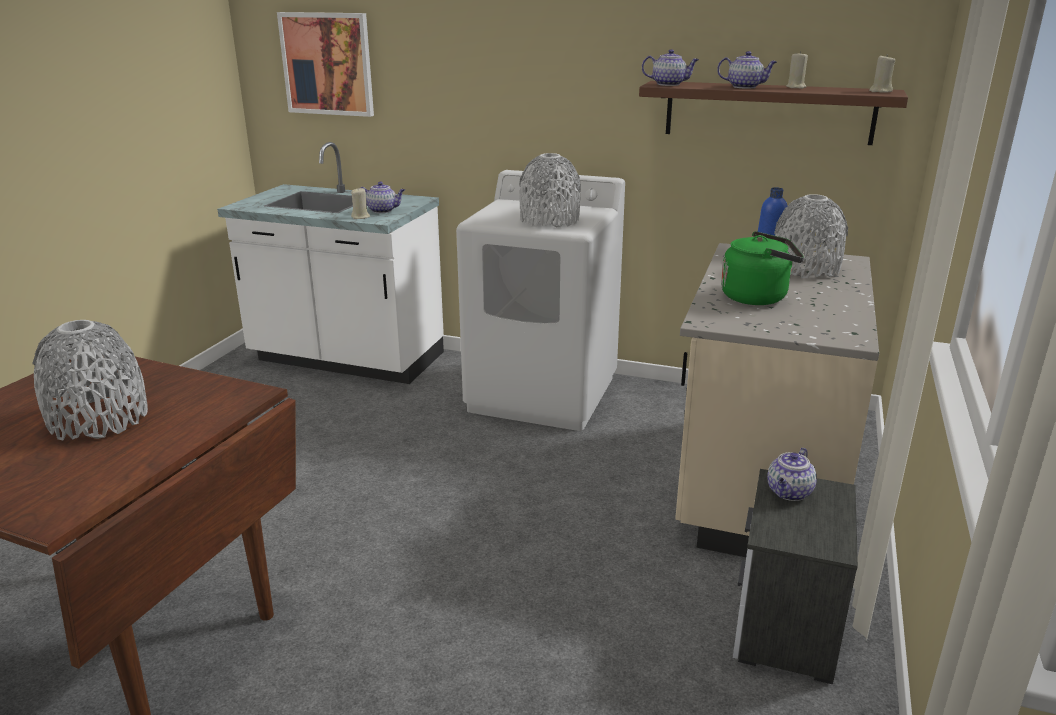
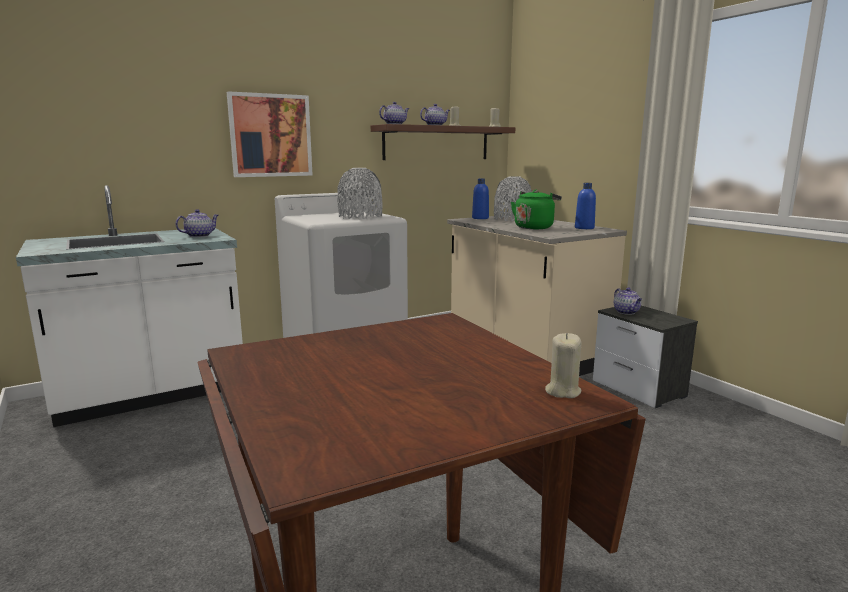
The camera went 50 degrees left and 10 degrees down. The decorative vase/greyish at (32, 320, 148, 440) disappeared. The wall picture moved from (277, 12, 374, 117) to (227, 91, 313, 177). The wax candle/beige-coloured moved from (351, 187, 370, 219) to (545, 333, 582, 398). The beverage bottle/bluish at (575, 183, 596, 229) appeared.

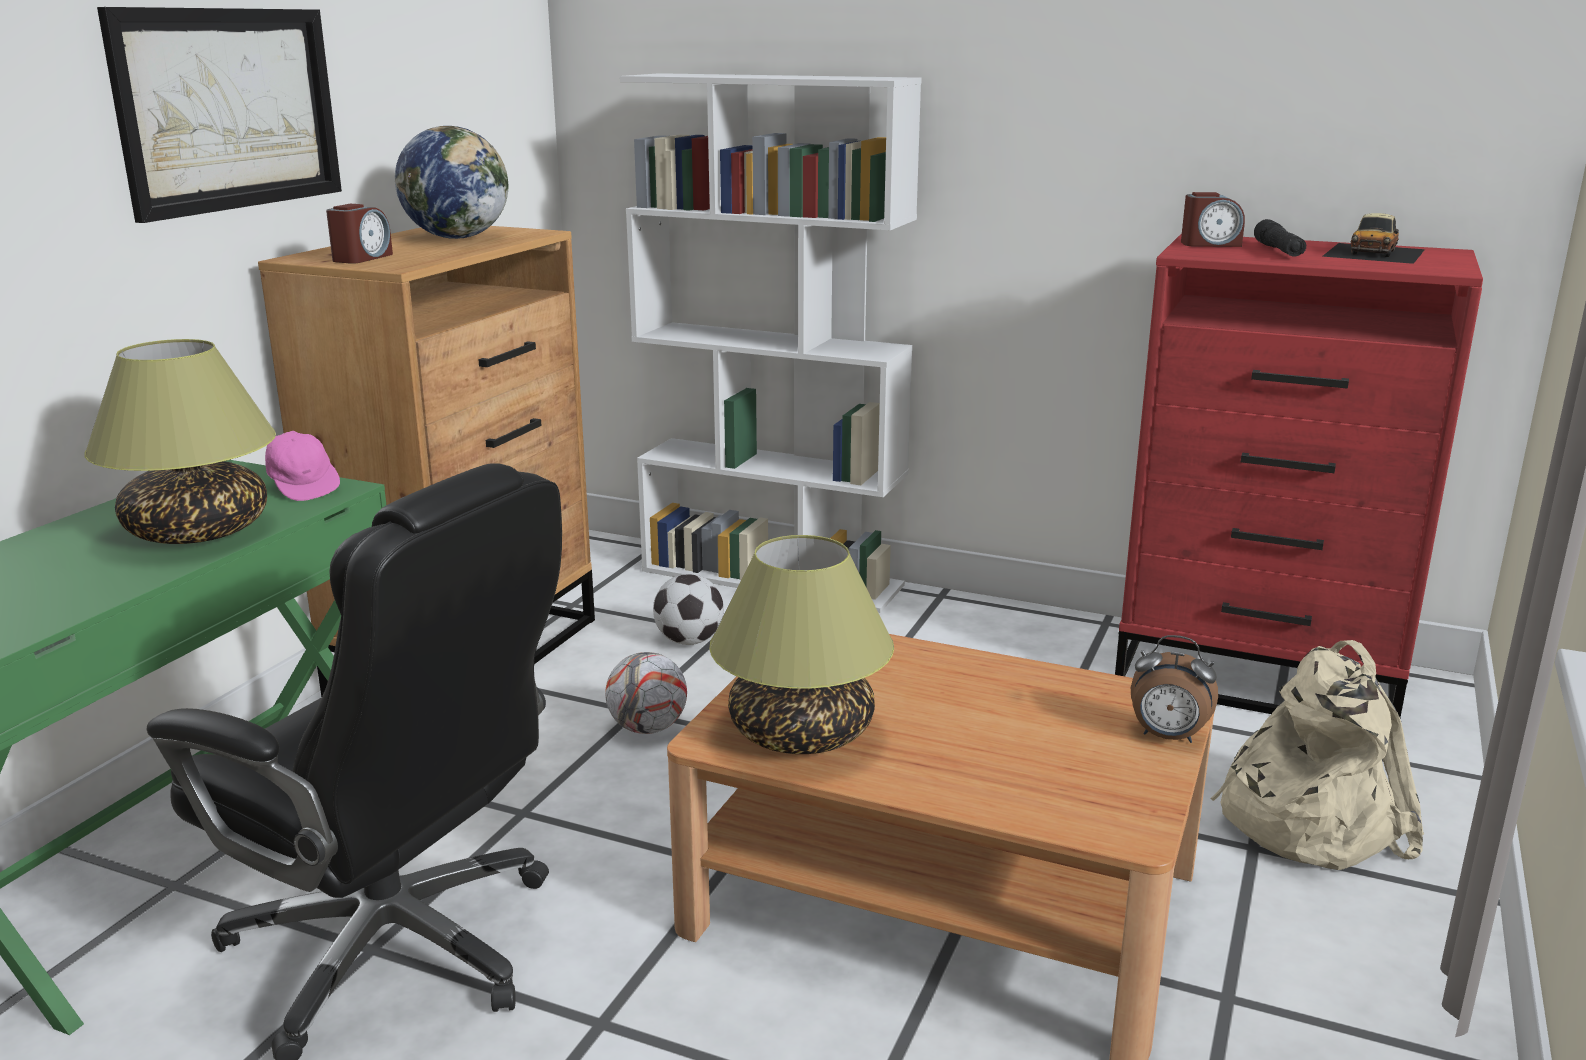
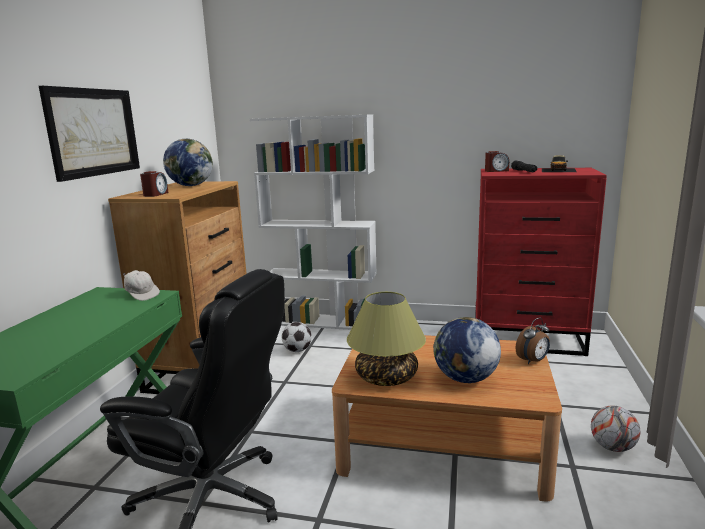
The camera went 10 degrees left and 5 degrees down. The table lamp at (85, 339, 276, 544) disappeared. The baseball cap/pink-coloured at (265, 431, 340, 501) became the baseball cap/white at (123, 270, 160, 301). The ball for football moved from (605, 652, 687, 734) to (591, 405, 640, 452). The table clock at (1131, 635, 1218, 743) turned 45 degrees counterclockwise. The backpack/beige-coloured at (1210, 640, 1424, 870) disappeared. The globe at (433, 317, 501, 383) appeared.

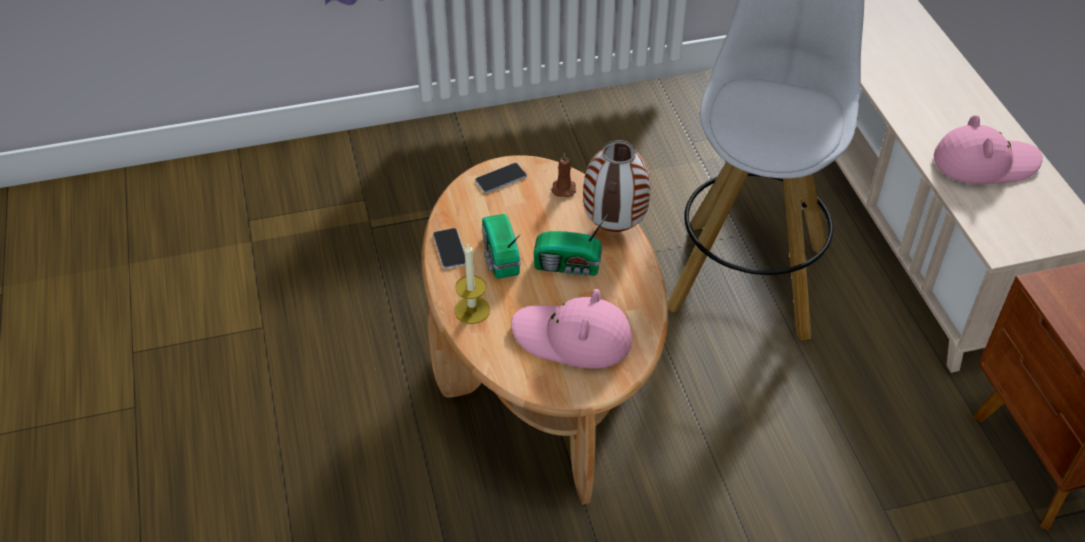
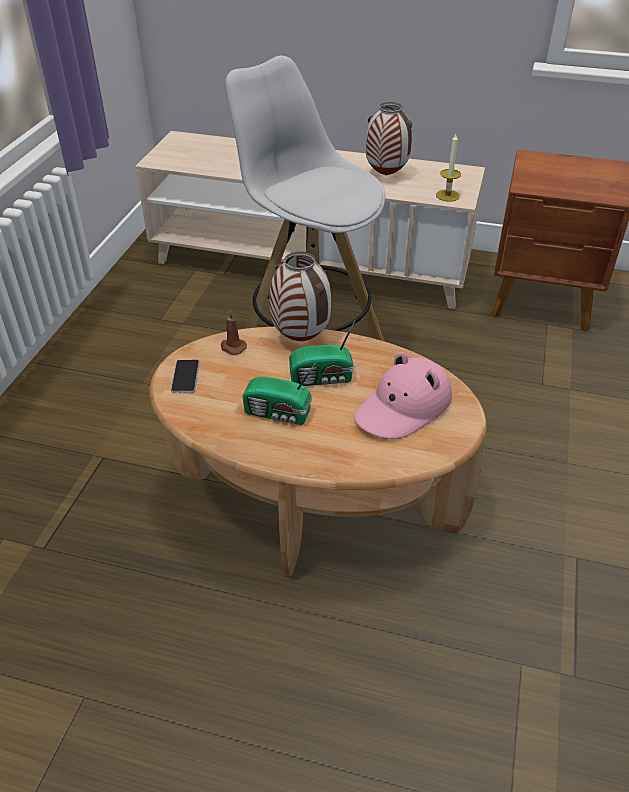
The camera went 60 degrees left and 5 degrees down. The phone at (433, 228, 465, 269) disappeared. The wax candle moved from (454, 244, 490, 324) to (436, 134, 461, 202). The radio set at (534, 214, 608, 276) turned 45 degrees clockwise. The wearable hat/pink-coloured at (934, 115, 1043, 184) was replaced by the decorative vase at (365, 102, 412, 175).

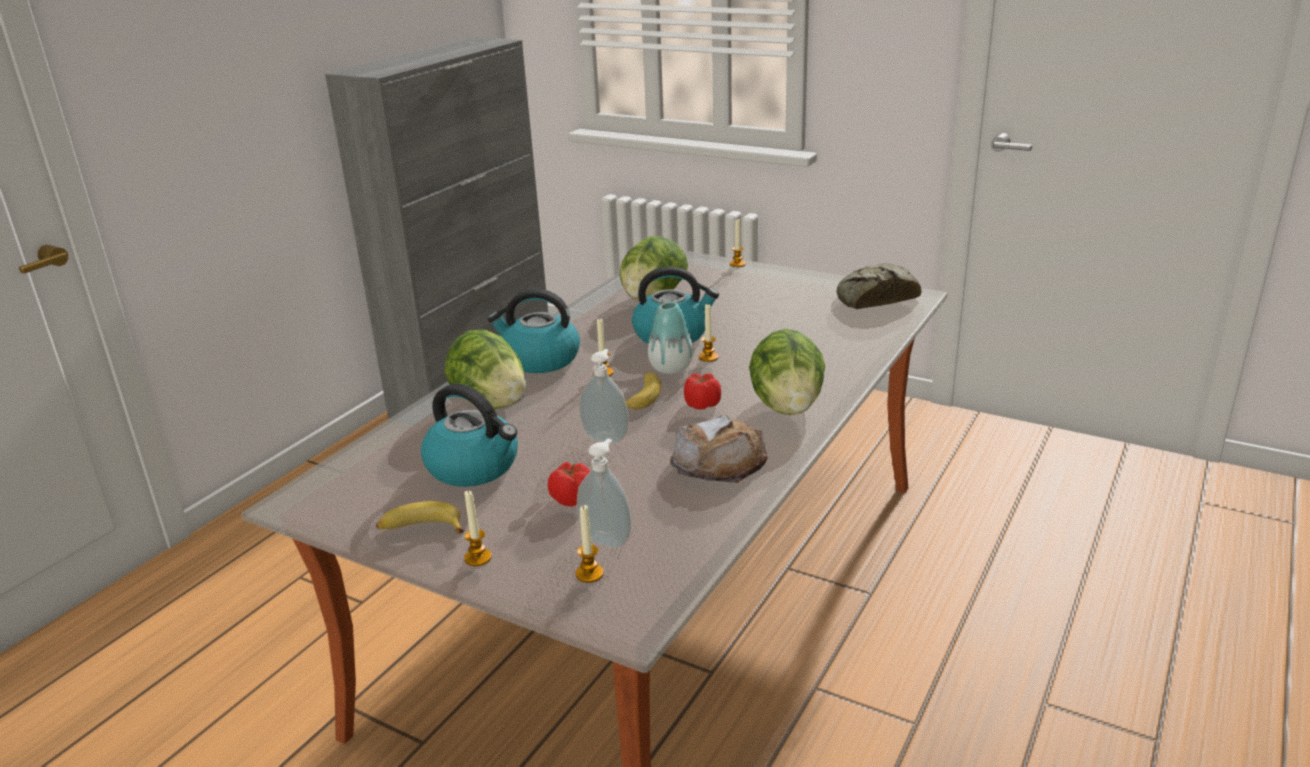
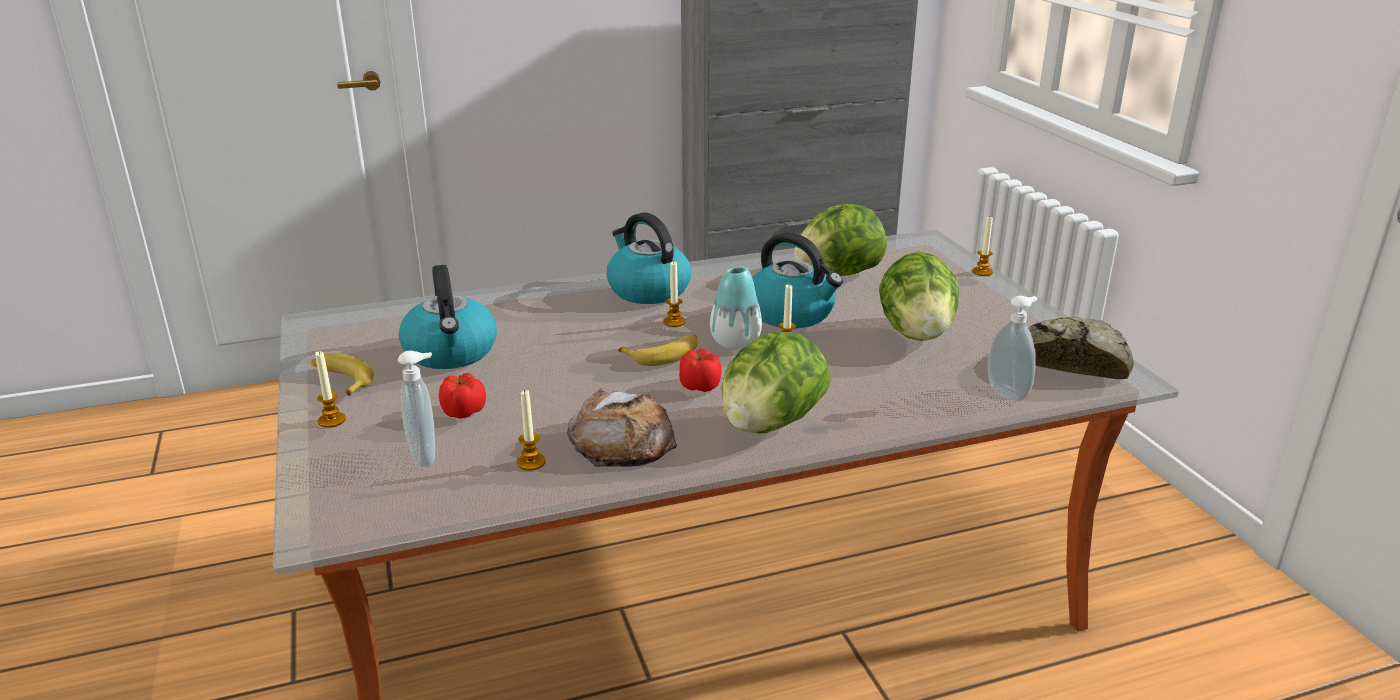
The camera went 40 degrees right and 0 degrees up. The lettuce head moved from (445, 329, 526, 409) to (879, 252, 959, 341). The wax candle moved from (576, 505, 604, 583) to (517, 389, 545, 470). The liquid soap bottle moved from (579, 349, 629, 443) to (988, 296, 1038, 402).

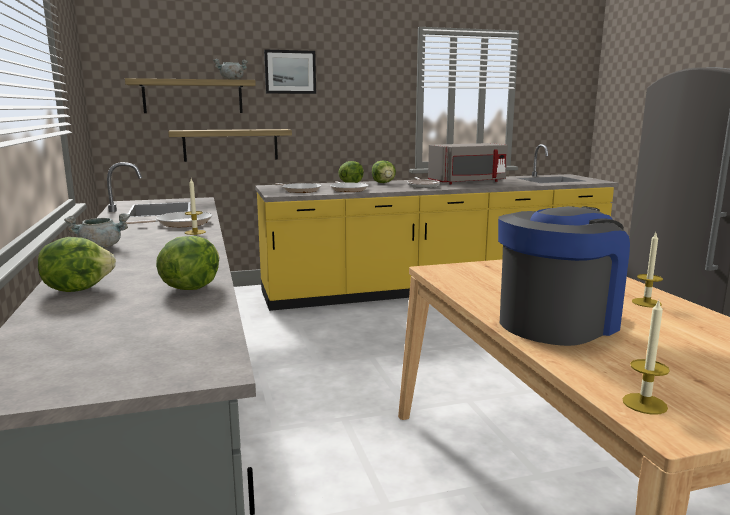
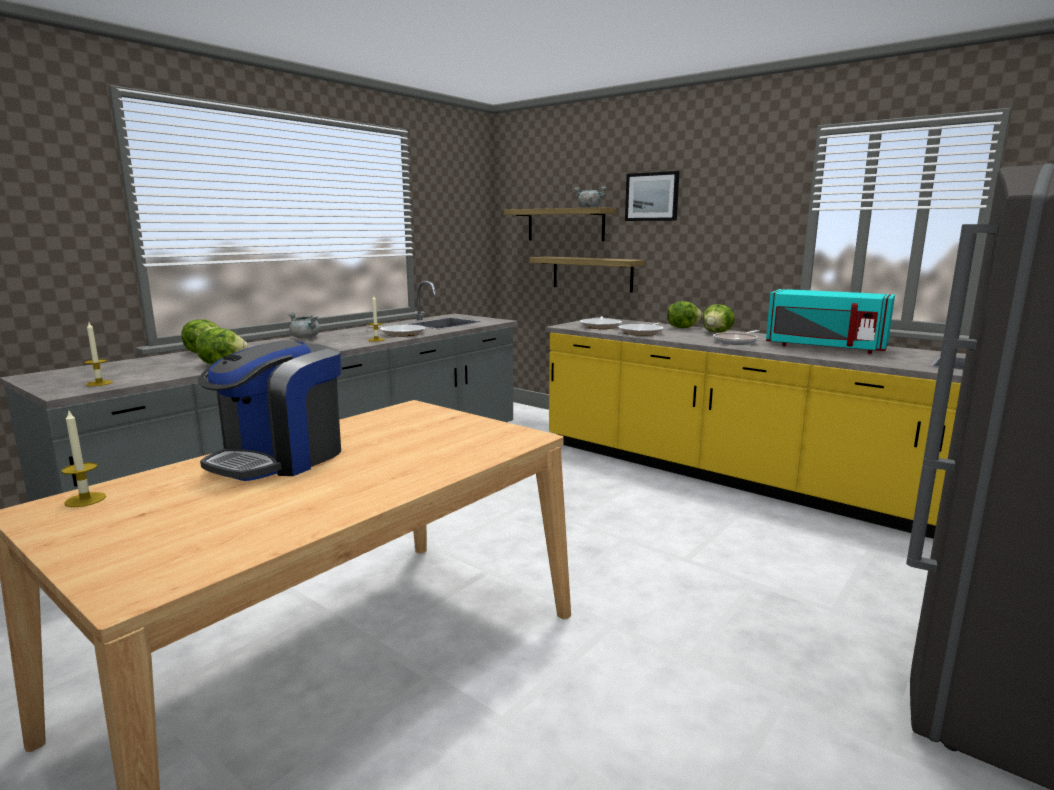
The camera went 55 degrees right and 0 degrees up. The microwave/greyish at (428, 143, 508, 185) became the microwave/turquoise at (766, 289, 895, 354). The coffee machine at (498, 206, 630, 346) turned 105 degrees clockwise. The wax candle moved from (632, 233, 663, 307) to (84, 323, 113, 386).

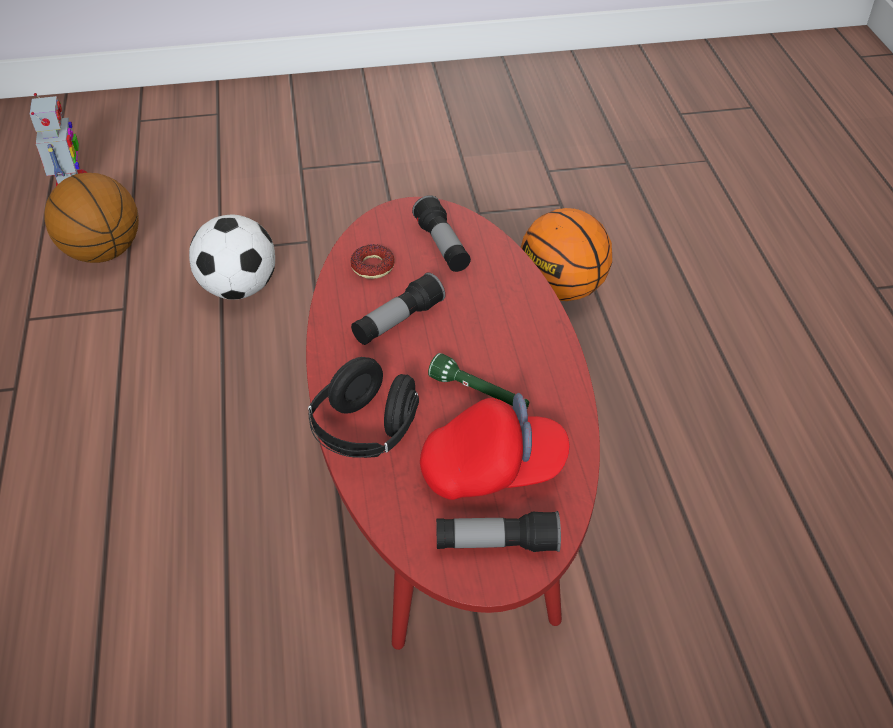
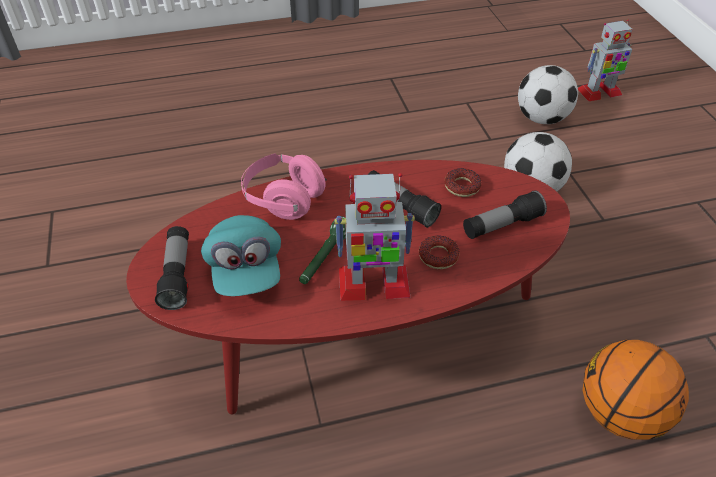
The camera went 85 degrees right and 0 degrees up. The basketball ball at (44, 173, 139, 263) was replaced by the ball for football at (518, 65, 578, 124). The headphones/blackish at (308, 357, 419, 458) became the headphones/pink-coloured at (241, 153, 327, 220). The baseball cap/red at (420, 393, 570, 500) became the baseball cap/turquoise at (201, 215, 281, 296). The toy robot at (334, 173, 415, 301) appeared. The donut at (419, 235, 460, 269) appeared.

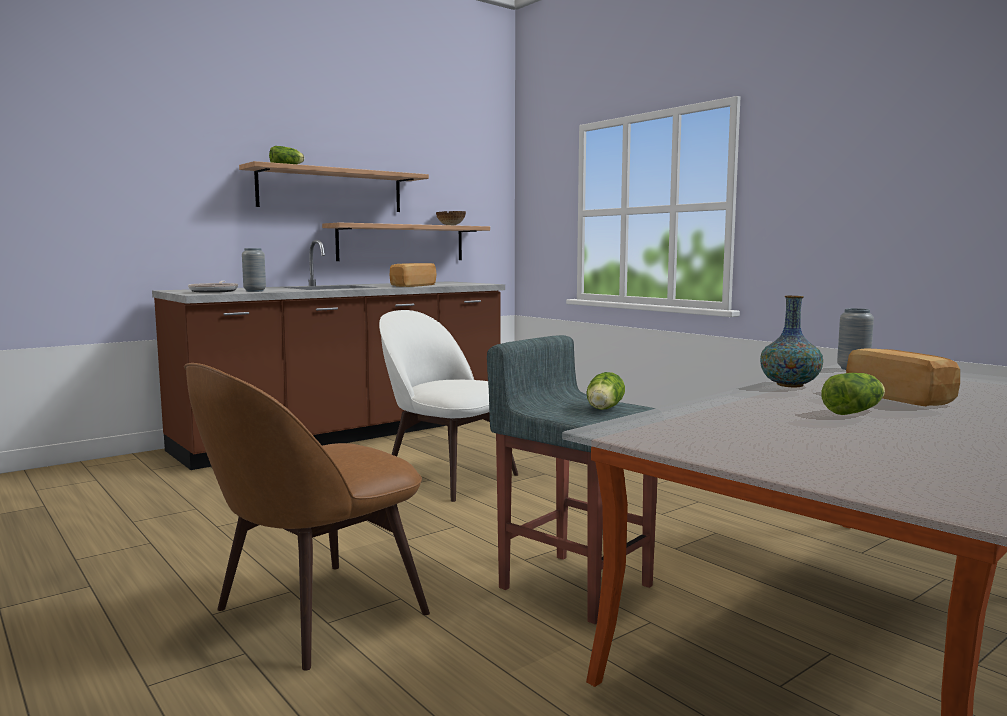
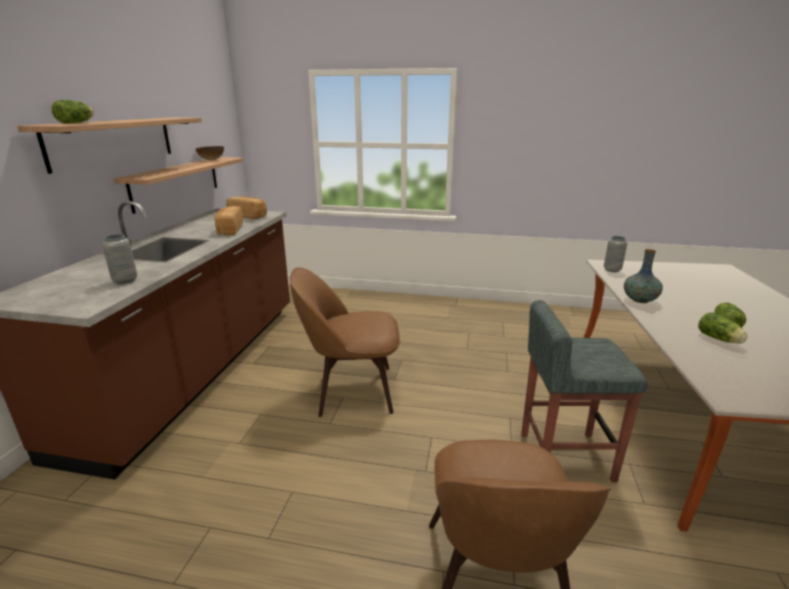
The camera went 40 degrees left and 15 degrees up. The skillet at (188, 281, 238, 293) disappeared. The upright chair/white at (379, 310, 518, 502) became the upright chair/brown-coloured at (290, 267, 400, 417). The lettuce head moved from (586, 372, 625, 410) to (698, 312, 747, 344). The bread moved from (846, 348, 960, 406) to (226, 196, 267, 219).

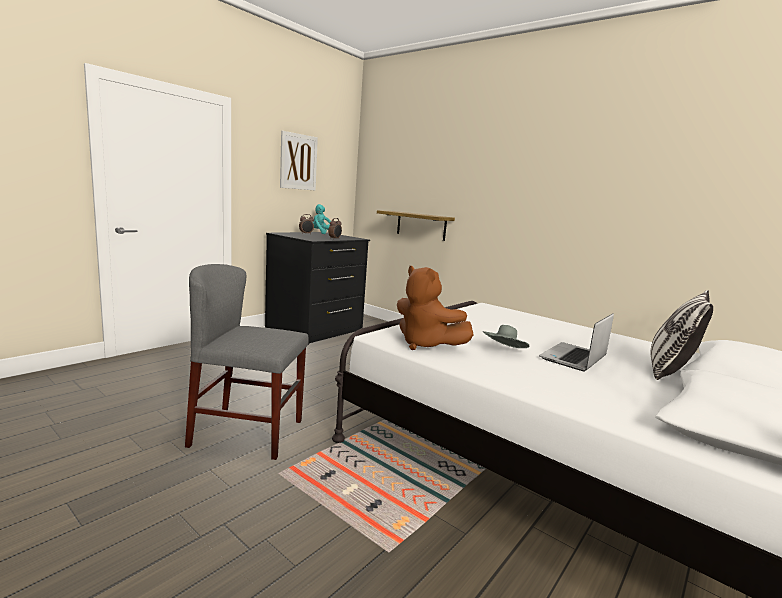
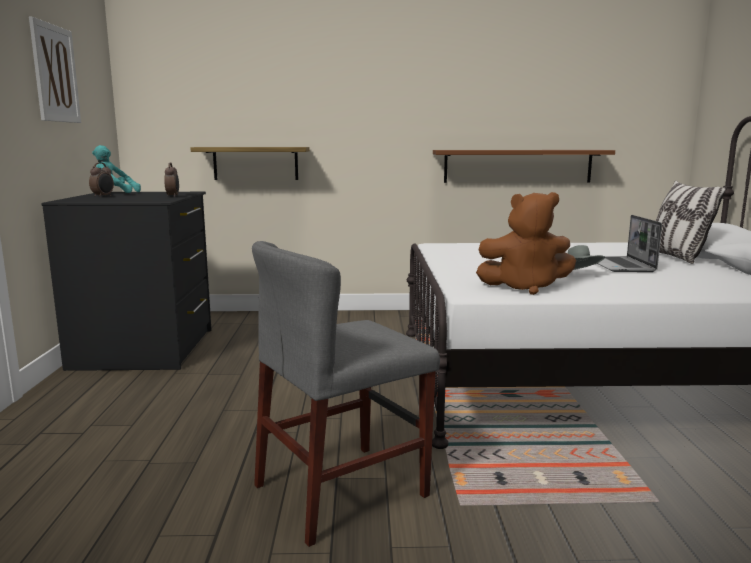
The camera went 40 degrees left and 0 degrees up. The bracket shelf/brown-coloured at (433, 150, 615, 183) appeared.

